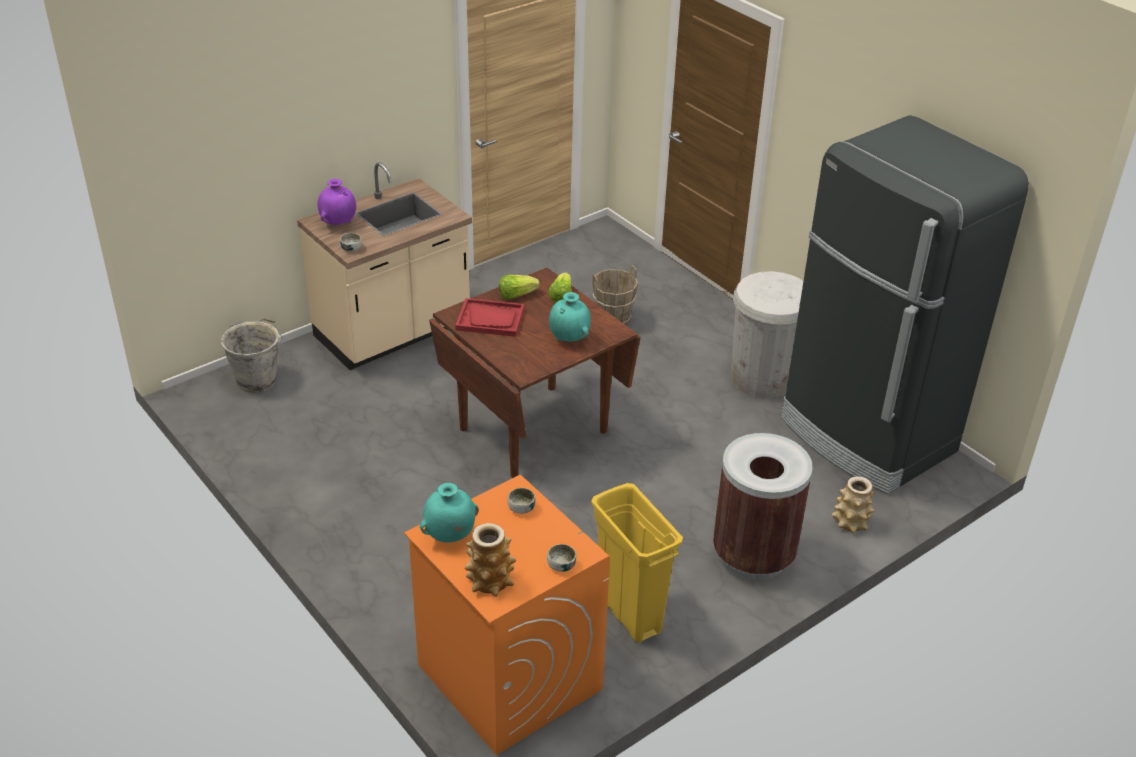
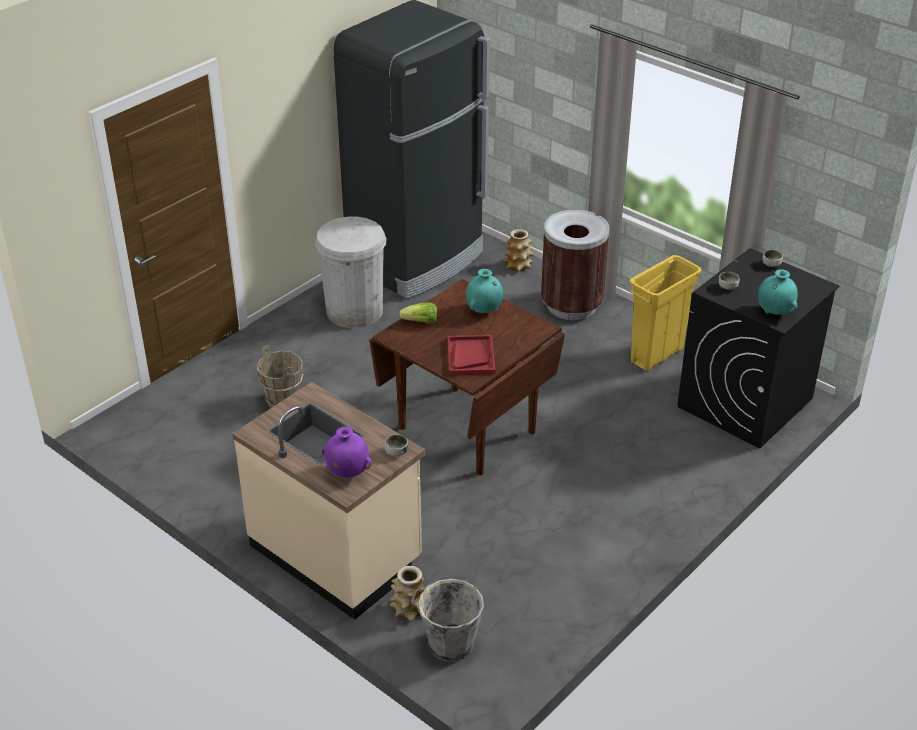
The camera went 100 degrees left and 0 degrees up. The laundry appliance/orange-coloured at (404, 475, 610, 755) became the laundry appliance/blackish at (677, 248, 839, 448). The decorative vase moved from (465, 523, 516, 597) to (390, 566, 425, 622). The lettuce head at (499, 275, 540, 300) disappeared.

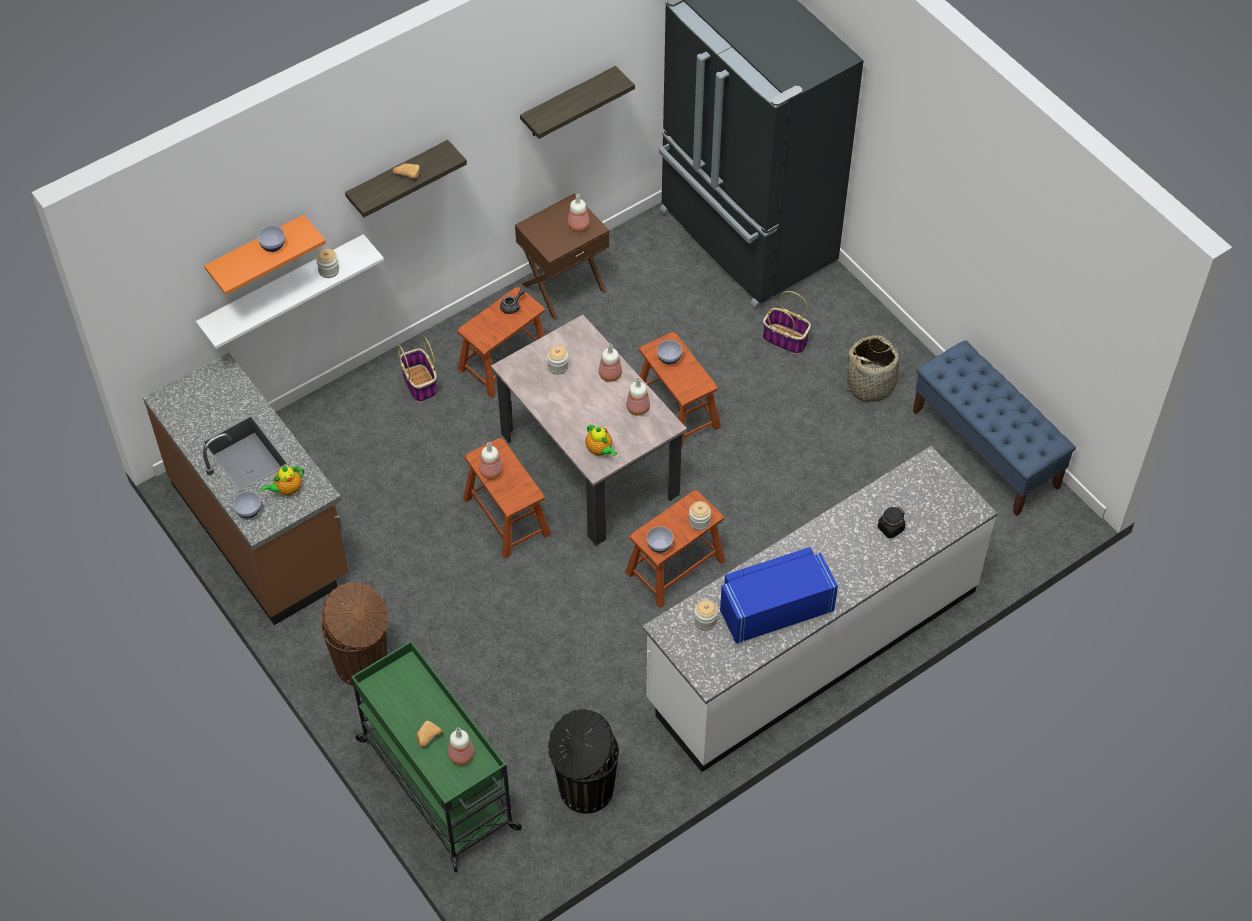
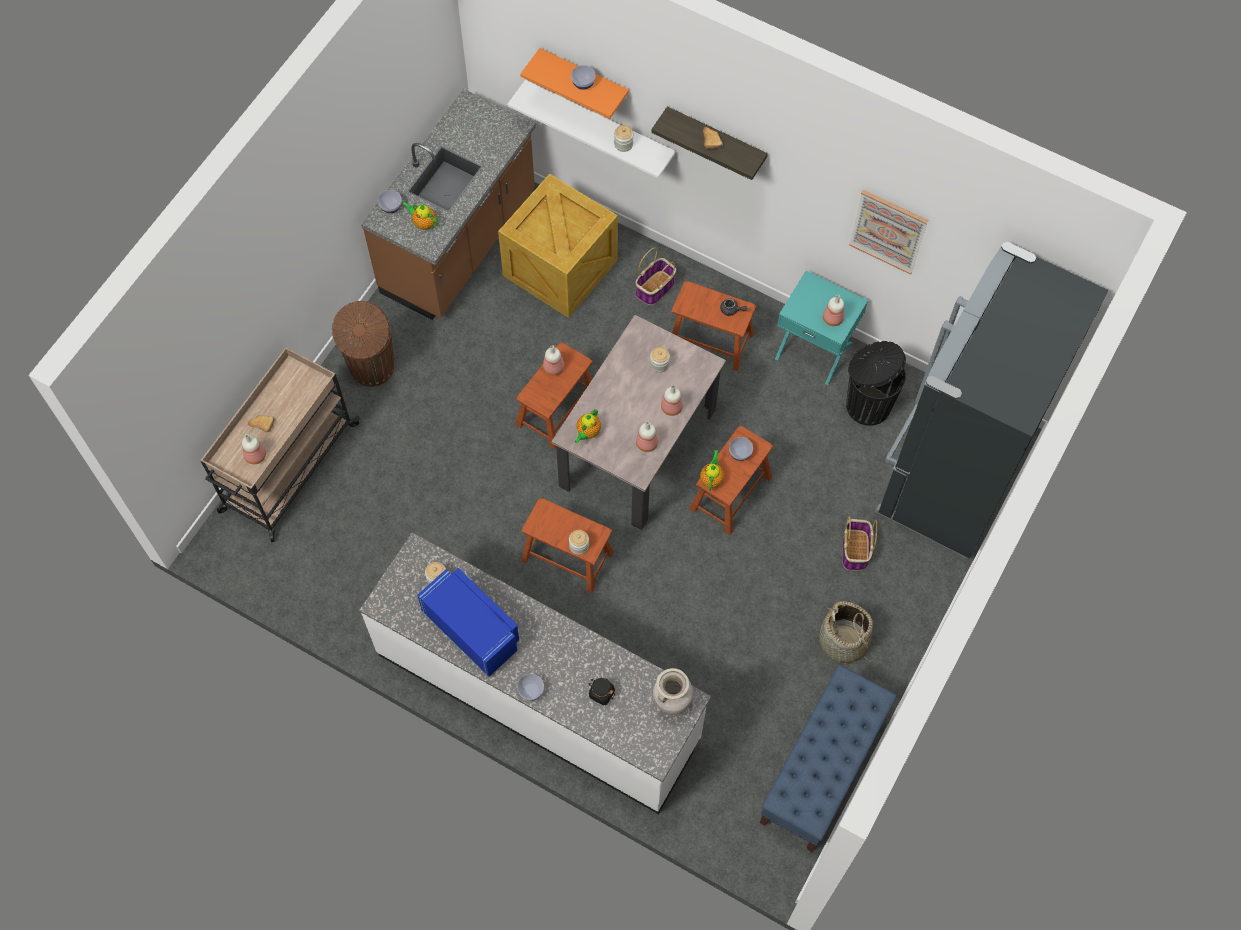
The camera went 65 degrees right and 10 degrees up. The trolley/green at (351, 641, 522, 872) became the trolley/beige-coloured at (200, 347, 360, 542). The nightstand/brown-coloured at (515, 193, 609, 321) became the nightstand/turquoise at (775, 270, 868, 385). The bracket shelf at (520, 66, 635, 139) was replaced by the wall picture at (849, 190, 928, 275). The trash can/blackish moved from (548, 709, 619, 814) to (846, 341, 906, 426). The serving bowl moved from (647, 526, 673, 553) to (517, 674, 544, 701). The shipping crate at (498, 174, 618, 318) appeared. The decorative vase/beige-coloured at (653, 668, 693, 714) appeared. The tea pot at (700, 450, 724, 491) appeared.

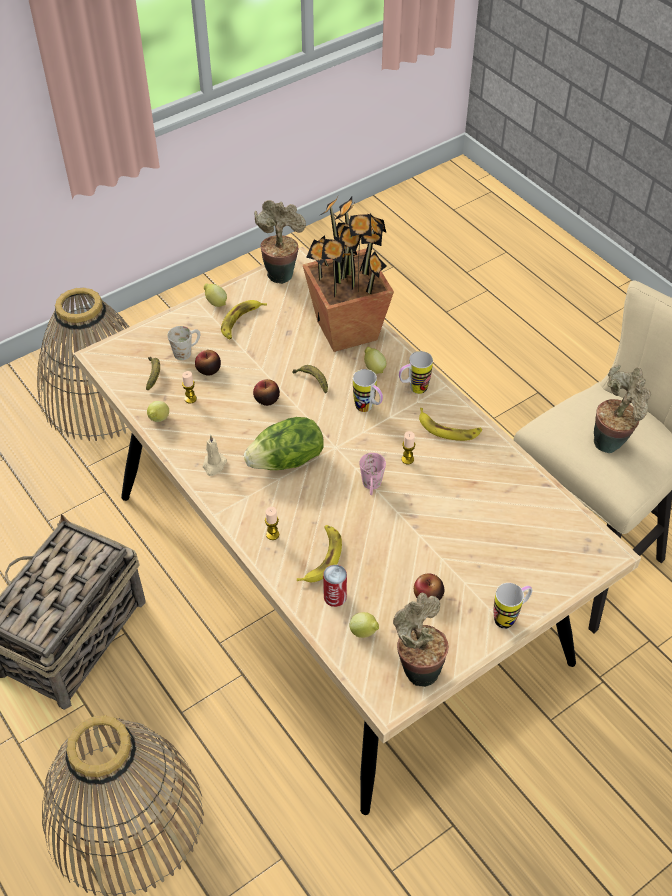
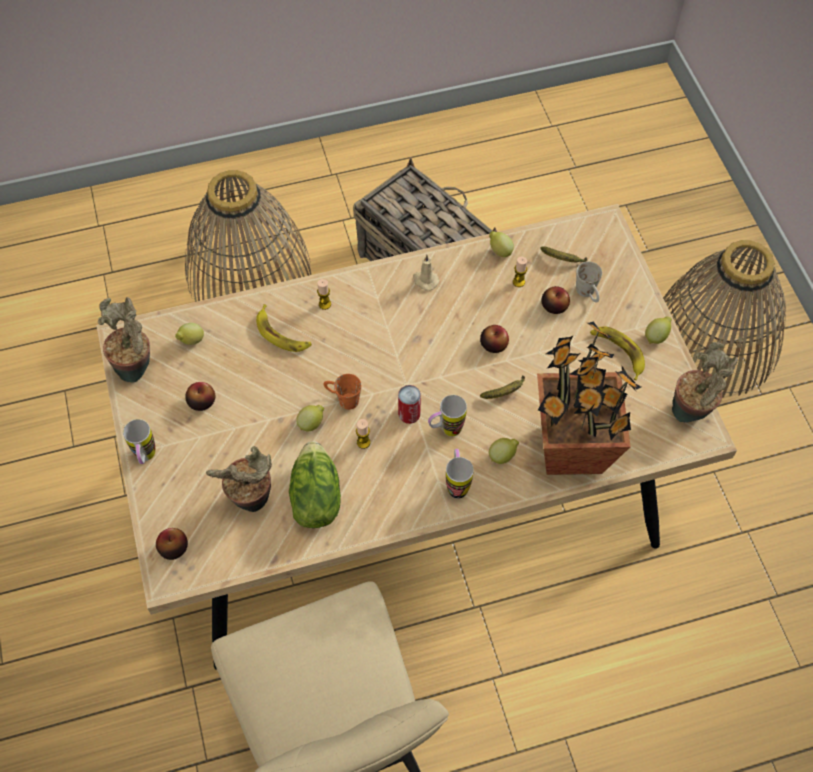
The camera went 110 degrees right and 10 degrees up. The lettuce head moved from (244, 417, 324, 470) to (289, 441, 341, 528). The sealed can moved from (323, 565, 347, 607) to (398, 385, 421, 424). The coffee mug/pink-coloured at (359, 453, 386, 495) became the coffee mug/orange-coloured at (323, 374, 361, 410). The banana fruit at (419, 408, 482, 441) disappeared. The houseplant moved from (594, 365, 651, 453) to (206, 446, 272, 512). The apple fruit at (156, 528, 188, 560) appeared. The citrus fruit at (296, 405, 324, 432) appeared.

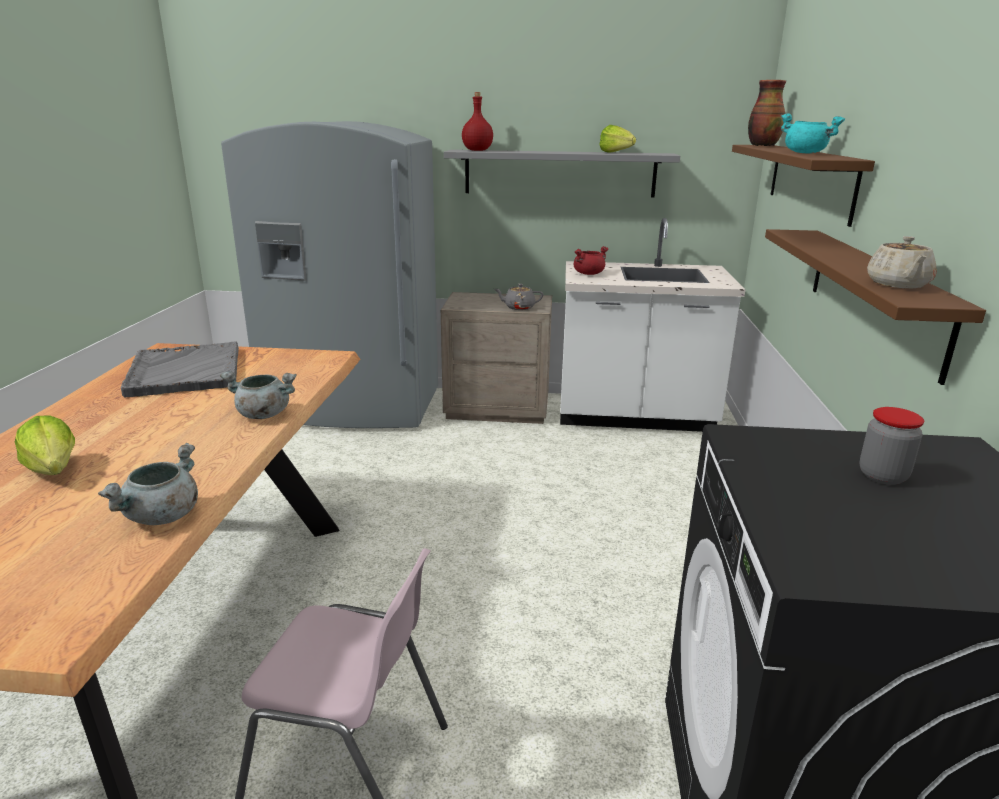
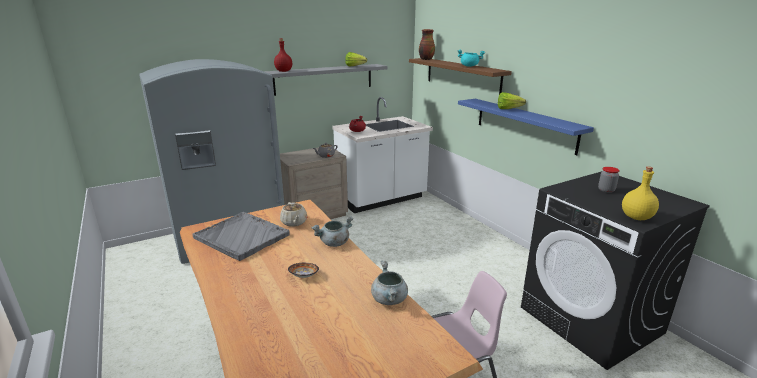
The camera went 35 degrees left and 0 degrees up. The lettuce head moved from (15, 415, 75, 475) to (498, 92, 526, 109). The bracket shelf/brown-coloured at (765, 229, 986, 385) became the bracket shelf/bluish at (458, 99, 594, 155). The tea pot/beige-coloured moved from (867, 236, 937, 288) to (280, 202, 307, 227). The serving bowl at (288, 263, 319, 278) appeared. The beverage bottle/yellowish at (622, 166, 659, 220) appeared.

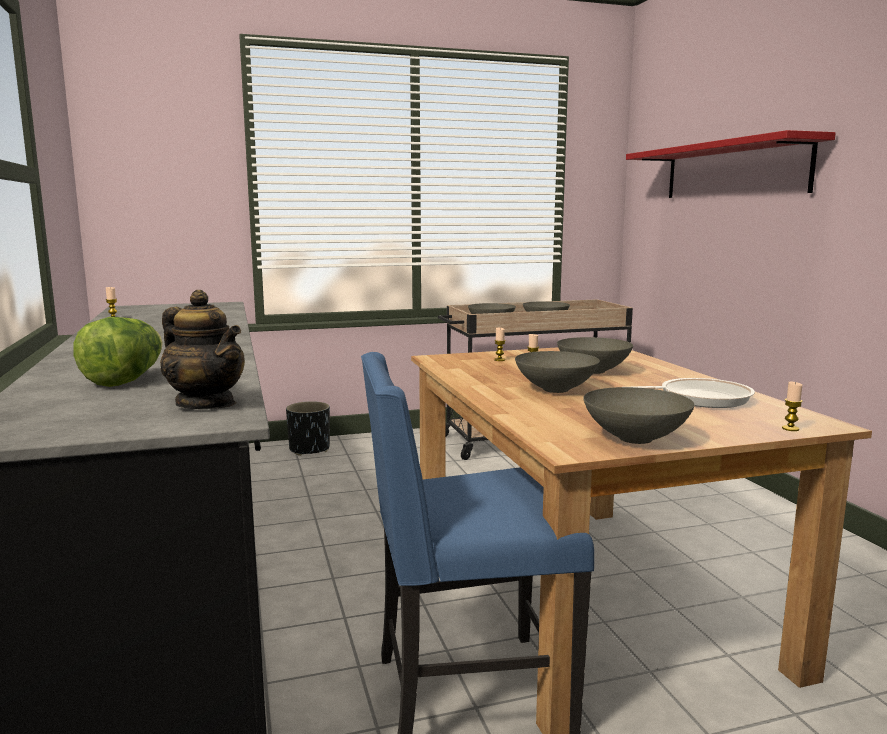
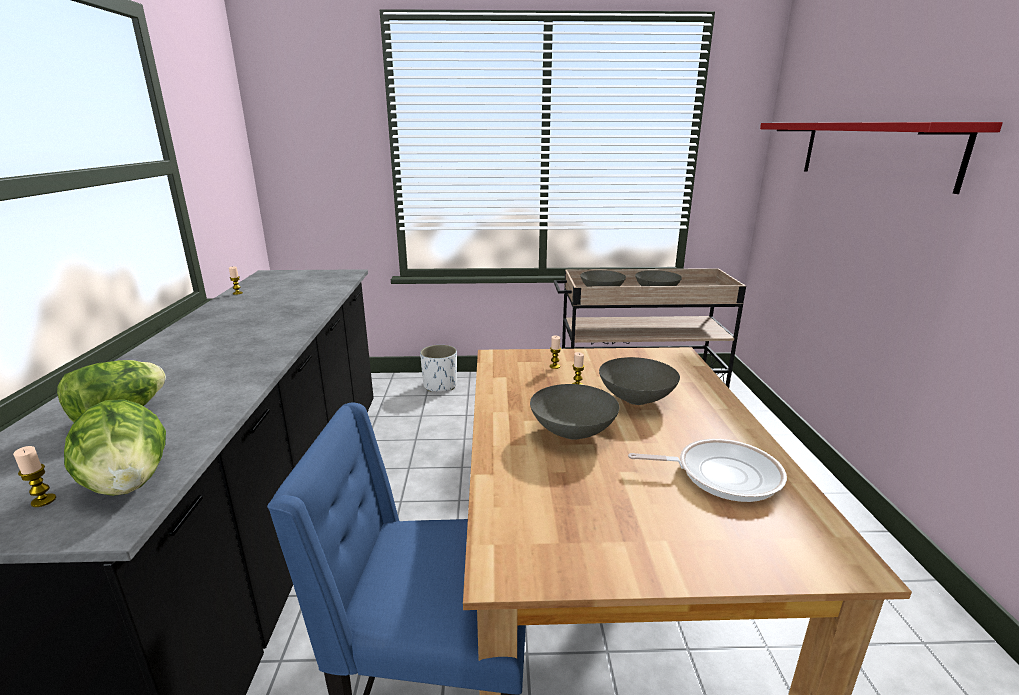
The camera went 15 degrees right and 10 degrees up. The tea pot at (160, 290, 245, 409) was replaced by the lettuce head at (64, 399, 166, 496). The plant pot/blackish at (286, 401, 330, 456) became the plant pot/white at (420, 345, 457, 392). The serving bowl/greyish at (583, 387, 695, 444) disappeared. The wax candle moved from (782, 381, 803, 431) to (13, 446, 56, 507).

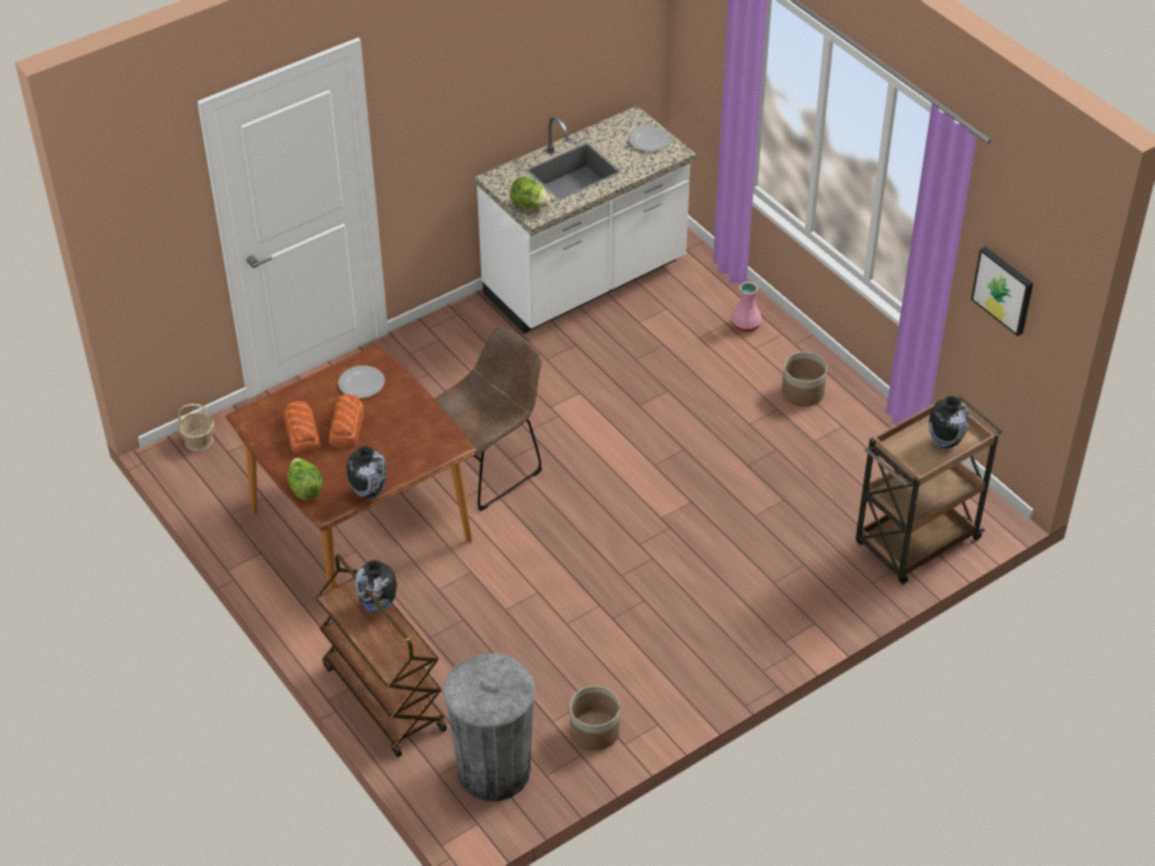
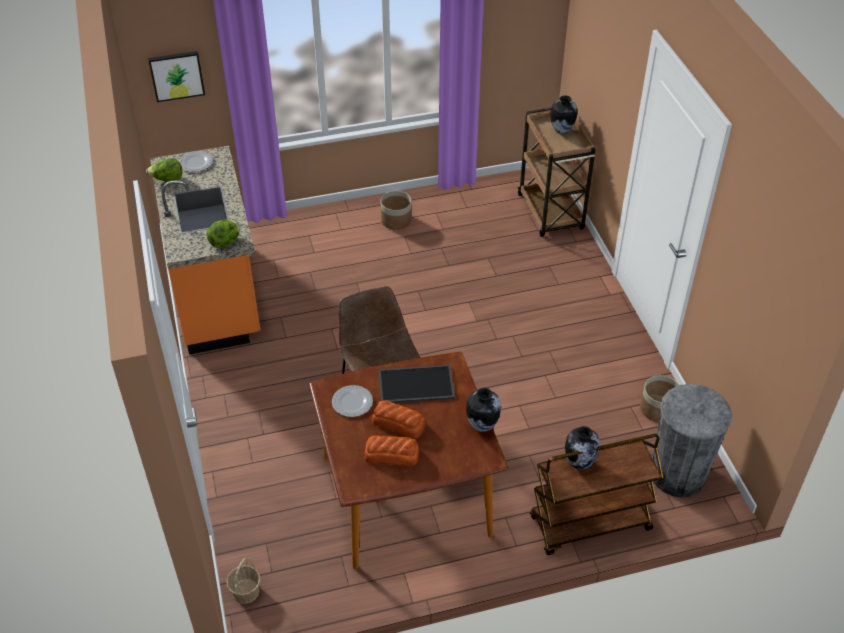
The camera went 70 degrees left and 0 degrees up. The lettuce head moved from (288, 458, 323, 500) to (146, 159, 182, 182). The kitchen base unit/white at (475, 106, 696, 334) became the kitchen base unit/orange-coloured at (150, 146, 260, 355). The decorative vase/pink-coloured at (731, 282, 762, 332) disappeared. The wall picture moved from (971, 246, 1033, 336) to (148, 51, 205, 102). The carrying tray at (378, 365, 455, 403) appeared.

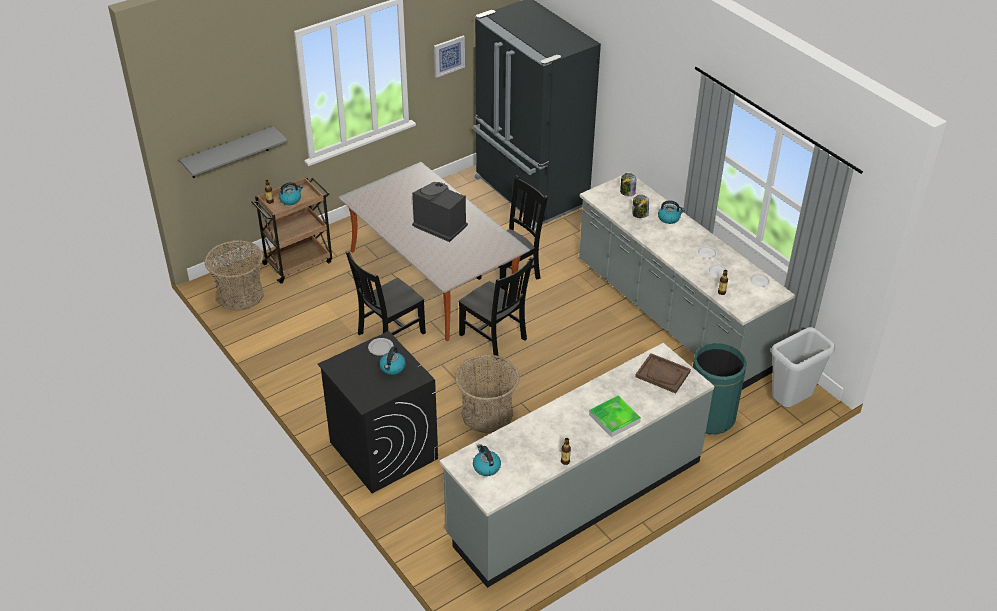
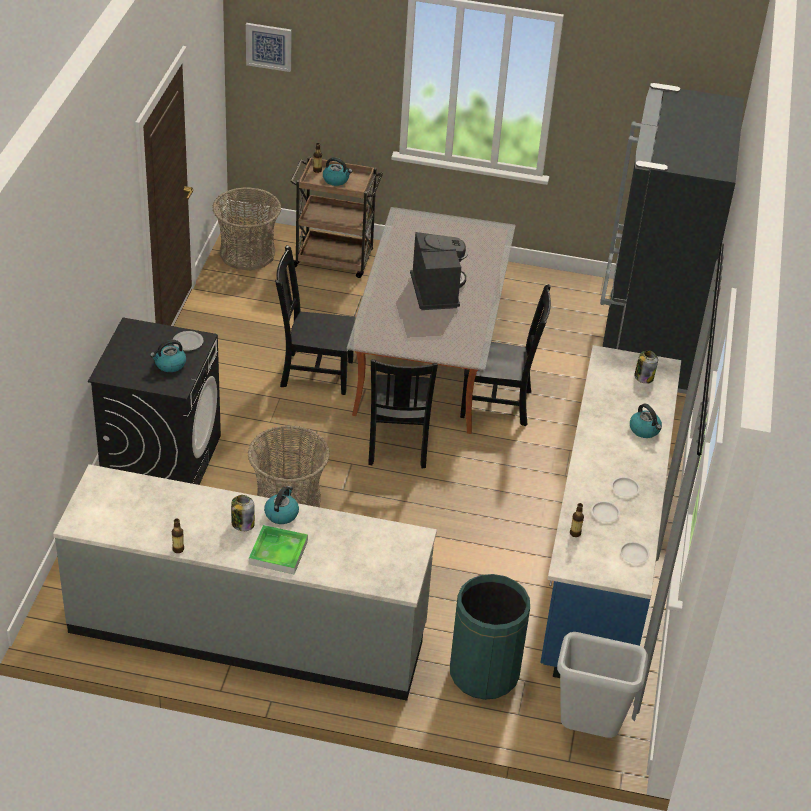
The camera went 45 degrees right and 0 degrees up. The bracket shelf/greyish at (180, 126, 288, 178) disappeared. The wall picture moved from (434, 36, 465, 78) to (246, 23, 292, 72). The water kettle moved from (473, 444, 501, 476) to (264, 486, 299, 524). The kitchen base unit/greyish at (579, 172, 795, 390) became the kitchen base unit/bluish at (540, 345, 681, 678). The preserve jar moved from (633, 195, 649, 218) to (231, 495, 255, 531). The carrying tray/brown-coloured at (635, 353, 691, 393) disappeared.

